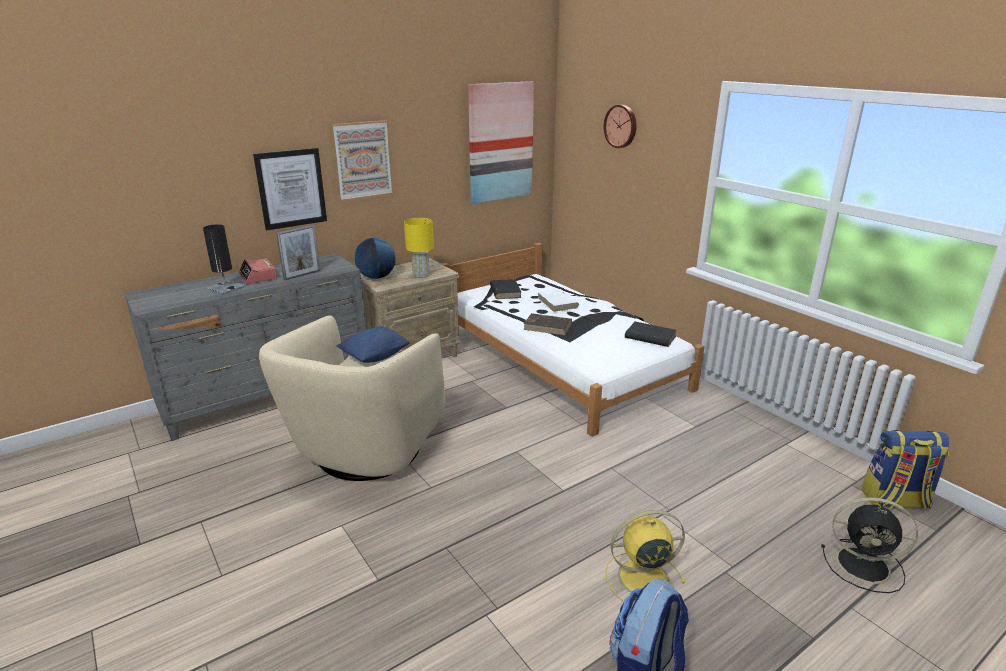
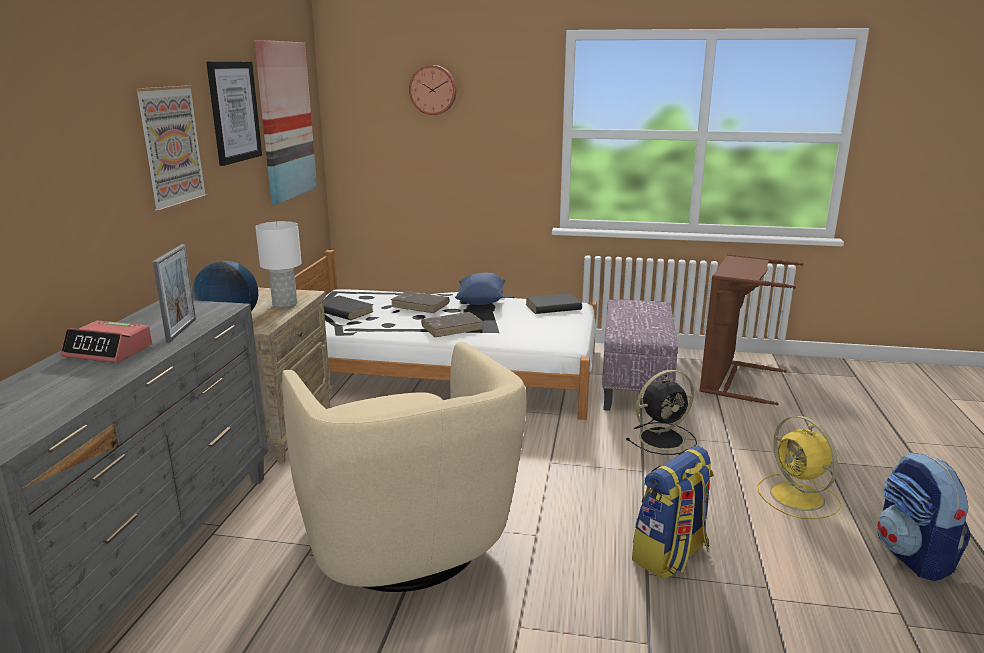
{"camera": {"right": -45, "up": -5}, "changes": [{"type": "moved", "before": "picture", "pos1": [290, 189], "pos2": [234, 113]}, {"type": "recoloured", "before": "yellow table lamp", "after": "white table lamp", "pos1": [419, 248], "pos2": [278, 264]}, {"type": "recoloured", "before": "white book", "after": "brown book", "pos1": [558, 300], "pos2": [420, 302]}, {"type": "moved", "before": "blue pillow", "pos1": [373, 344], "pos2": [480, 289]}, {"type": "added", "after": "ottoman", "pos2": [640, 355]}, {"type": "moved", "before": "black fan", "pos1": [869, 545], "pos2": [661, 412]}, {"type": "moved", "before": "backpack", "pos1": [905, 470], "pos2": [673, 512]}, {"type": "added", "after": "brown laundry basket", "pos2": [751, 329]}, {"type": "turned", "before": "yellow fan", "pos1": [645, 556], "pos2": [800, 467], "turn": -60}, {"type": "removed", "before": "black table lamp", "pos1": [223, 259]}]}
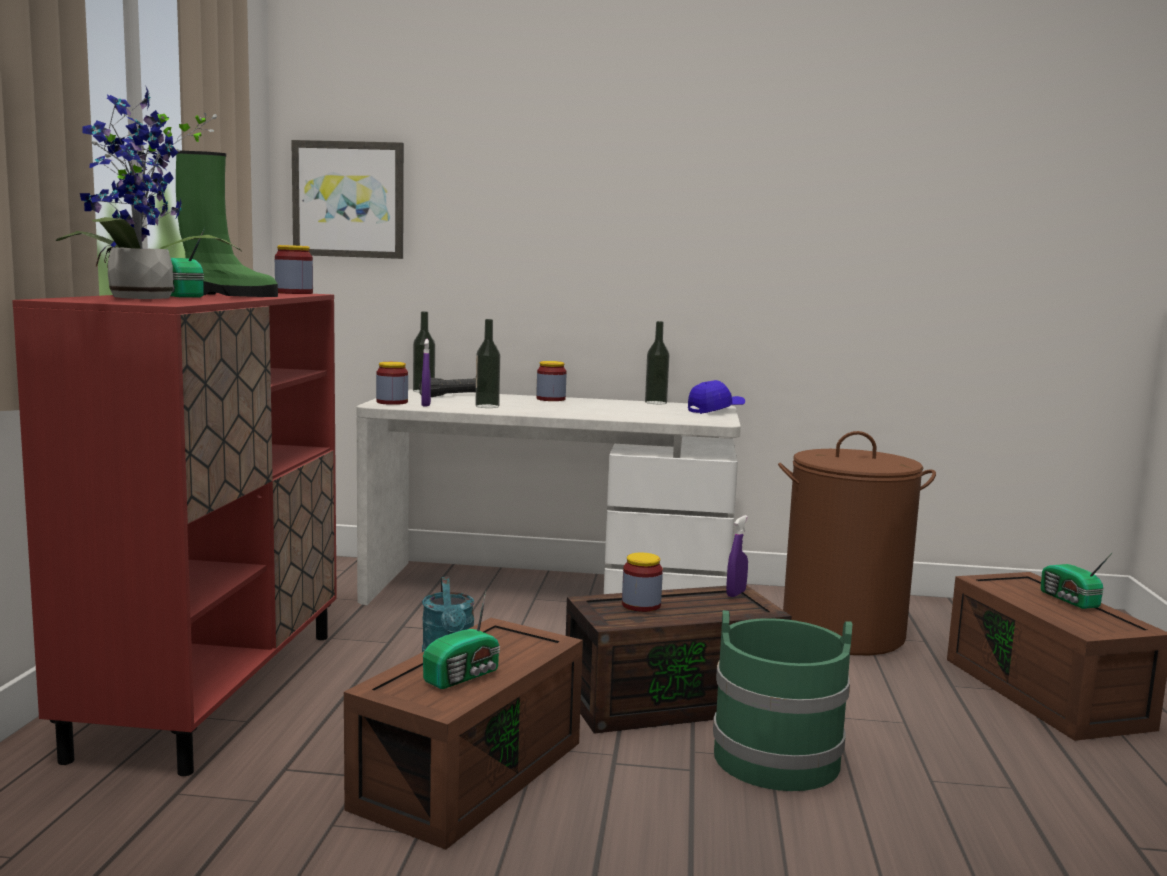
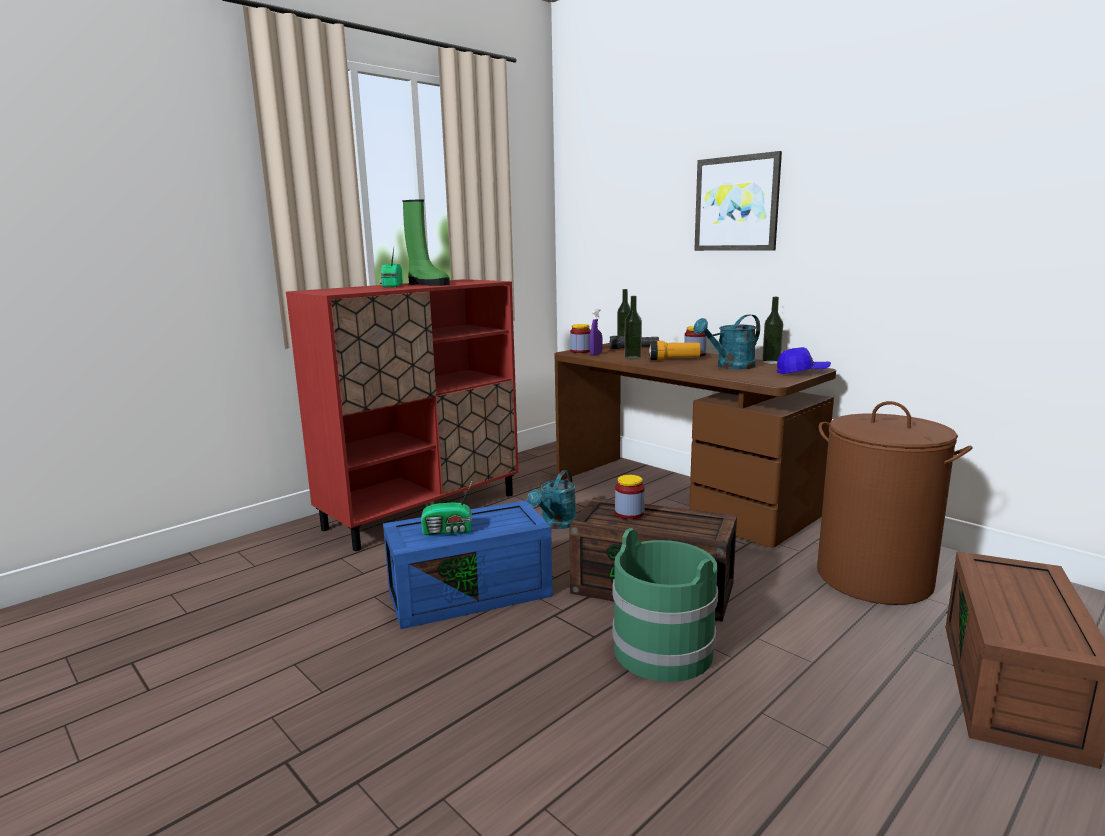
{"camera": {"right": 40, "up": 5}, "changes": [{"type": "recoloured", "before": "brown storage box", "after": "blue storage box", "pos1": [463, 734], "pos2": [468, 564]}, {"type": "recoloured", "before": "white desk", "after": "brown desk", "pos1": [548, 497], "pos2": [695, 445]}, {"type": "added", "after": "flashlight", "pos2": [675, 350]}, {"type": "moved", "before": "picture", "pos1": [347, 199], "pos2": [738, 201]}, {"type": "added", "after": "turquoise watering can", "pos2": [727, 341]}, {"type": "removed", "before": "potted plant", "pos1": [149, 193]}, {"type": "removed", "before": "jar", "pos1": [294, 269]}, {"type": "removed", "before": "purple spray bottle", "pos1": [737, 556]}, {"type": "removed", "before": "radio", "pos1": [1077, 580]}]}
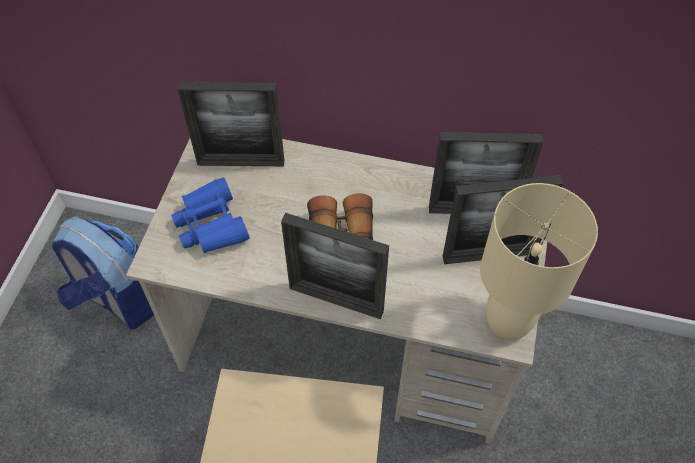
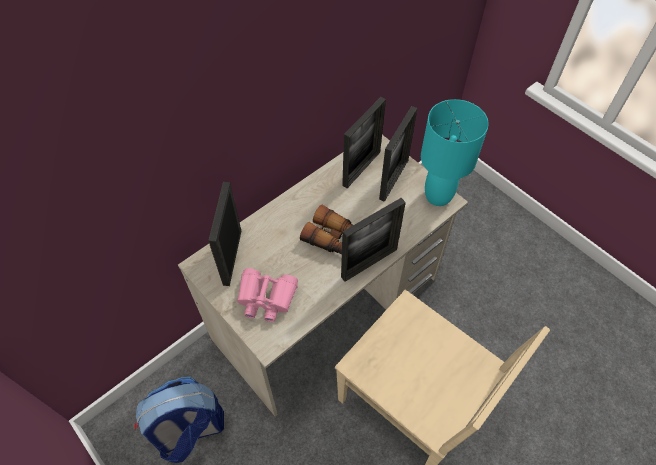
{"camera": {"right": -55, "up": 0}, "changes": [{"type": "turned", "before": "picture frame", "pos1": [231, 124], "pos2": [224, 234], "turn": 150}, {"type": "recoloured", "before": "blue binoculars", "after": "pink binoculars", "pos1": [210, 215], "pos2": [267, 295]}, {"type": "recoloured", "before": "beige table lamp", "after": "turquoise table lamp", "pos1": [539, 261], "pos2": [455, 152]}]}
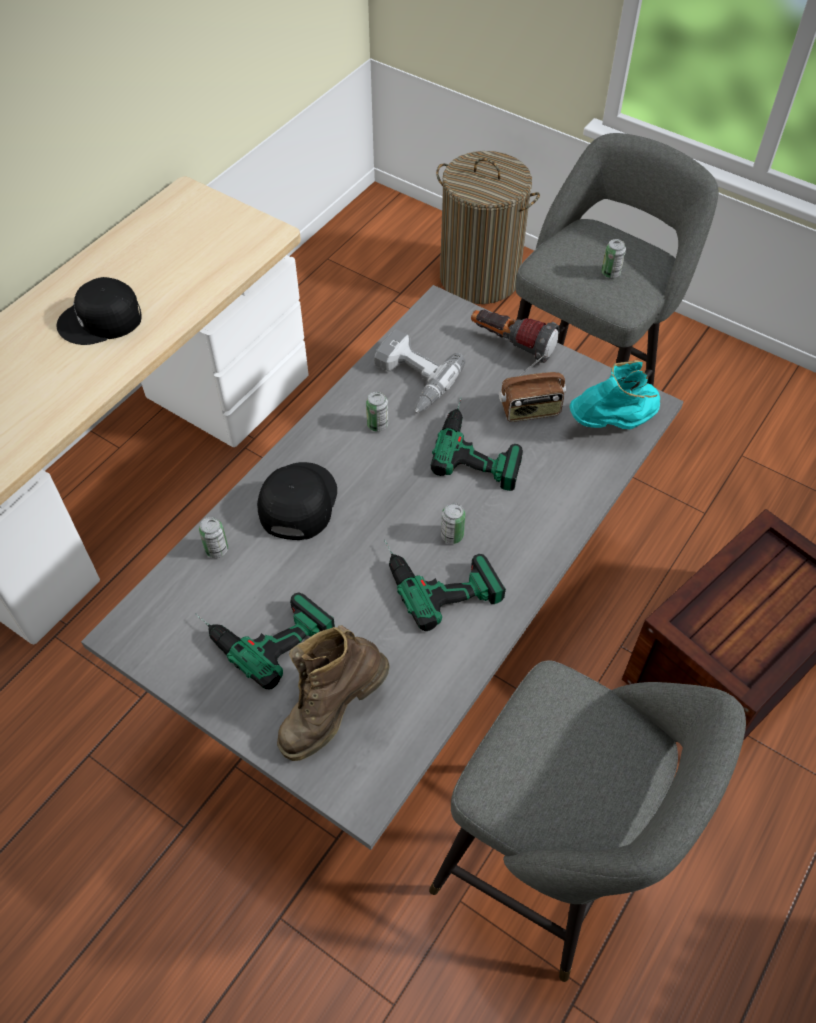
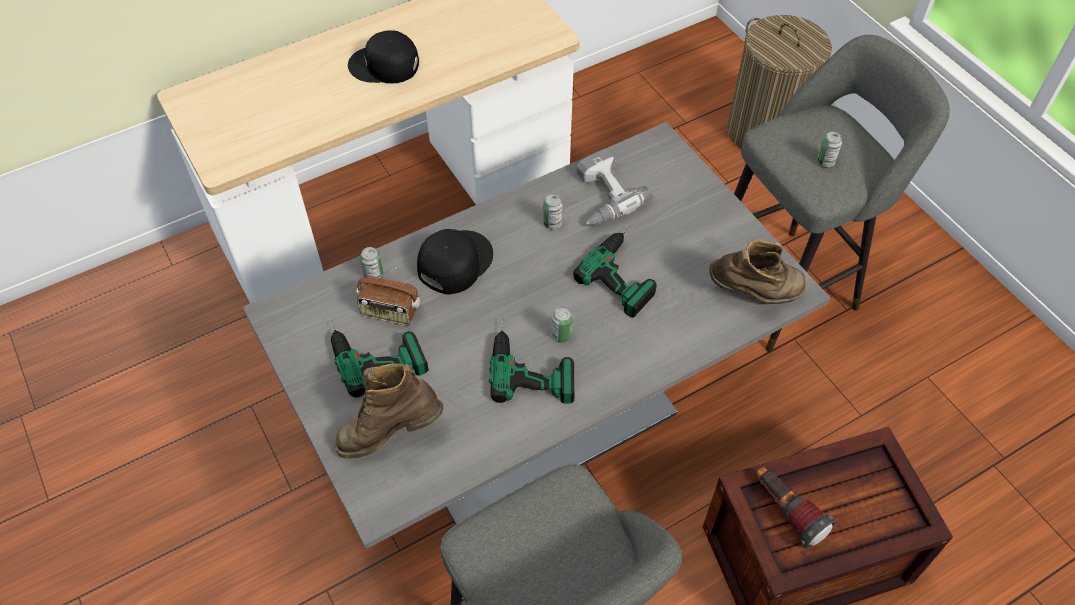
{"camera": {"right": 25, "up": 0}, "changes": [{"type": "moved", "before": "radio", "pos1": [532, 388], "pos2": [388, 296]}, {"type": "recoloured", "before": "turquoise boot", "after": "brown boot", "pos1": [615, 394], "pos2": [757, 271]}, {"type": "moved", "before": "flashlight", "pos1": [515, 336], "pos2": [796, 508]}]}
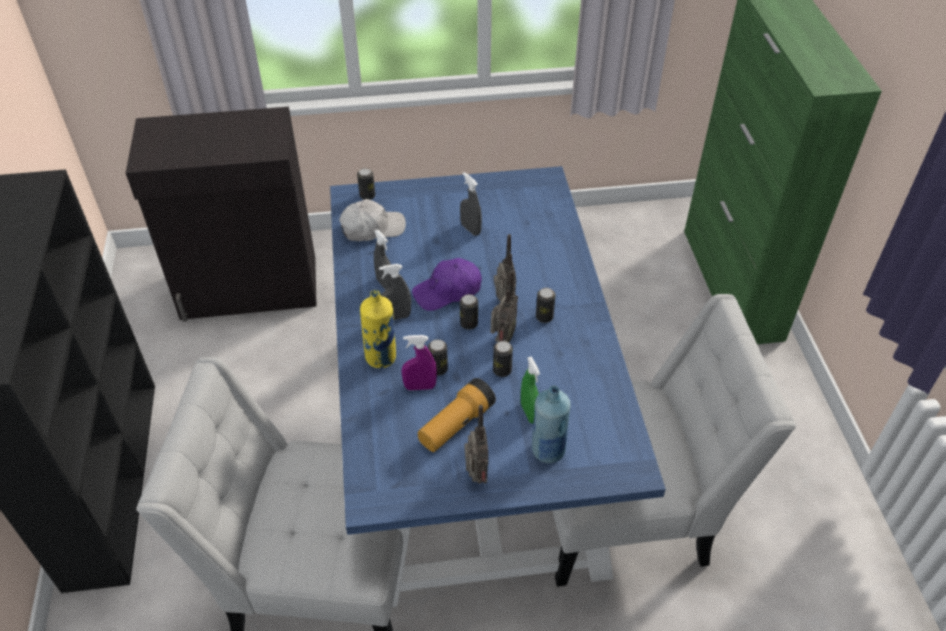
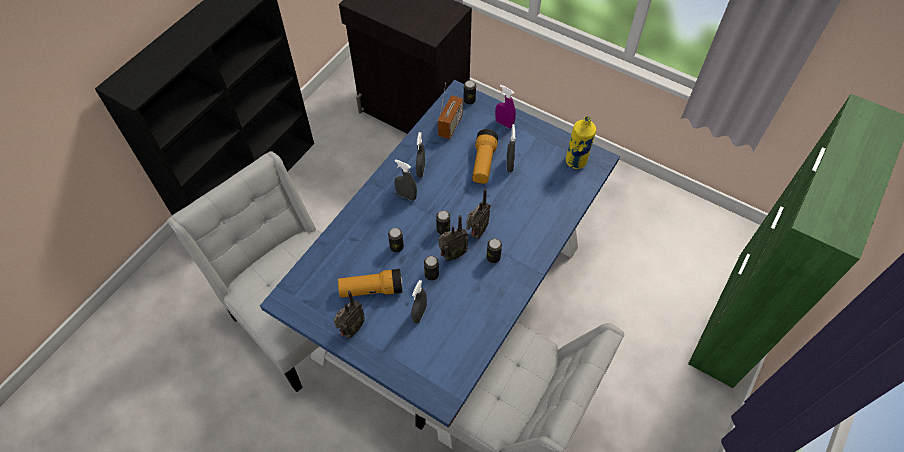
{"camera": {"right": 40, "up": 10}, "changes": [{"type": "recoloured", "before": "green spray bottle", "after": "grey spray bottle", "pos1": [530, 390], "pos2": [419, 301]}, {"type": "replaced", "before": "white cap", "after": "radio", "pos1": [372, 220], "pos2": [450, 111]}, {"type": "added", "after": "flashlight", "pos2": [485, 156]}, {"type": "moved", "before": "purple spray bottle", "pos1": [419, 362], "pos2": [505, 107]}, {"type": "moved", "before": "yellow bottle", "pos1": [378, 329], "pos2": [581, 142]}, {"type": "removed", "before": "purple cap", "pos1": [447, 284]}, {"type": "removed", "before": "blue bottle", "pos1": [551, 424]}]}
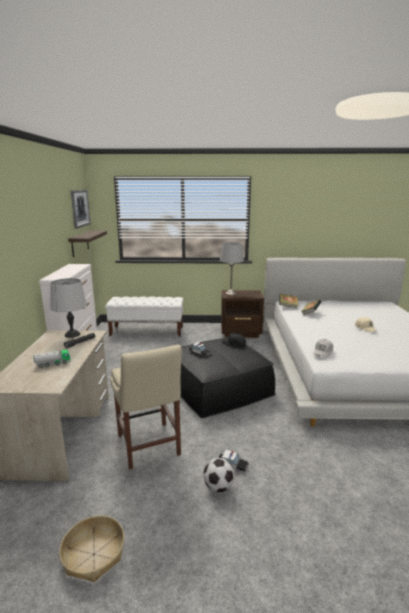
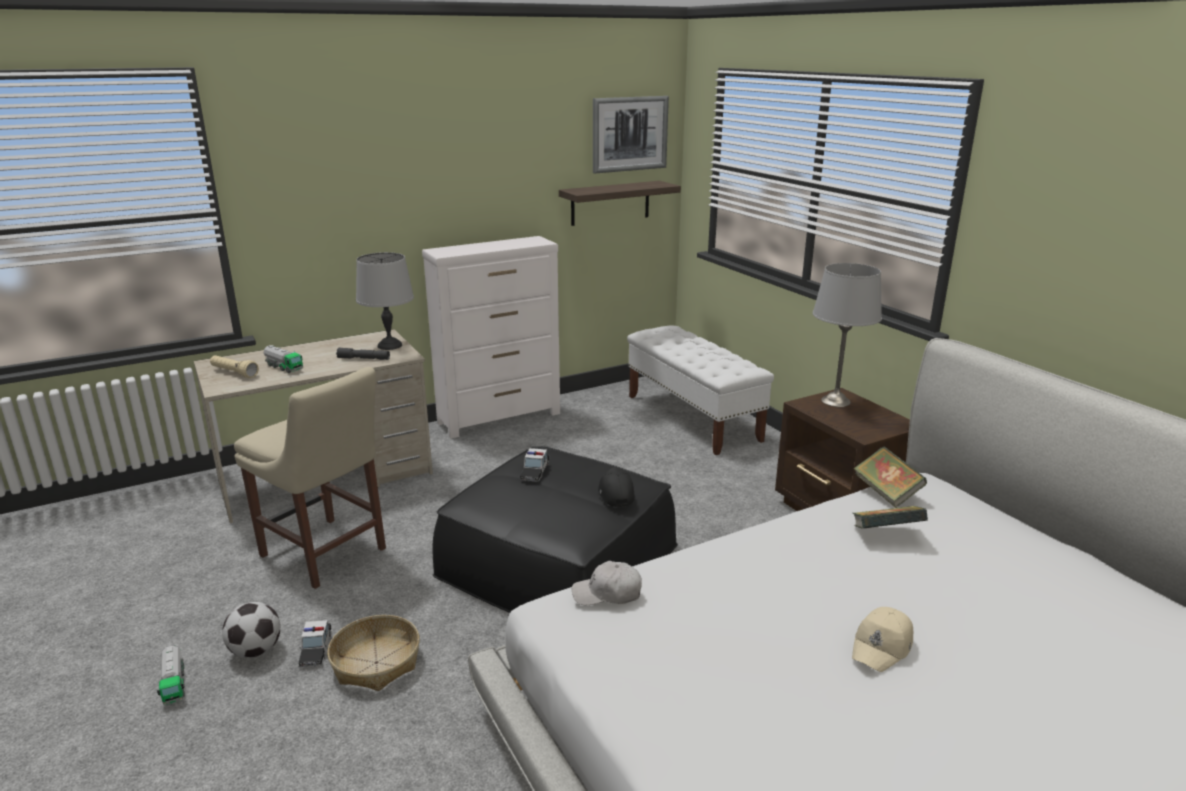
{"camera": {"right": 60, "up": 5}, "changes": [{"type": "added", "after": "toy truck", "pos2": [171, 675]}, {"type": "added", "after": "beige flashlight", "pos2": [234, 366]}, {"type": "turned", "before": "beige chair", "pos1": [146, 407], "pos2": [310, 478], "turn": -90}, {"type": "moved", "before": "basket", "pos1": [91, 548], "pos2": [373, 653]}]}
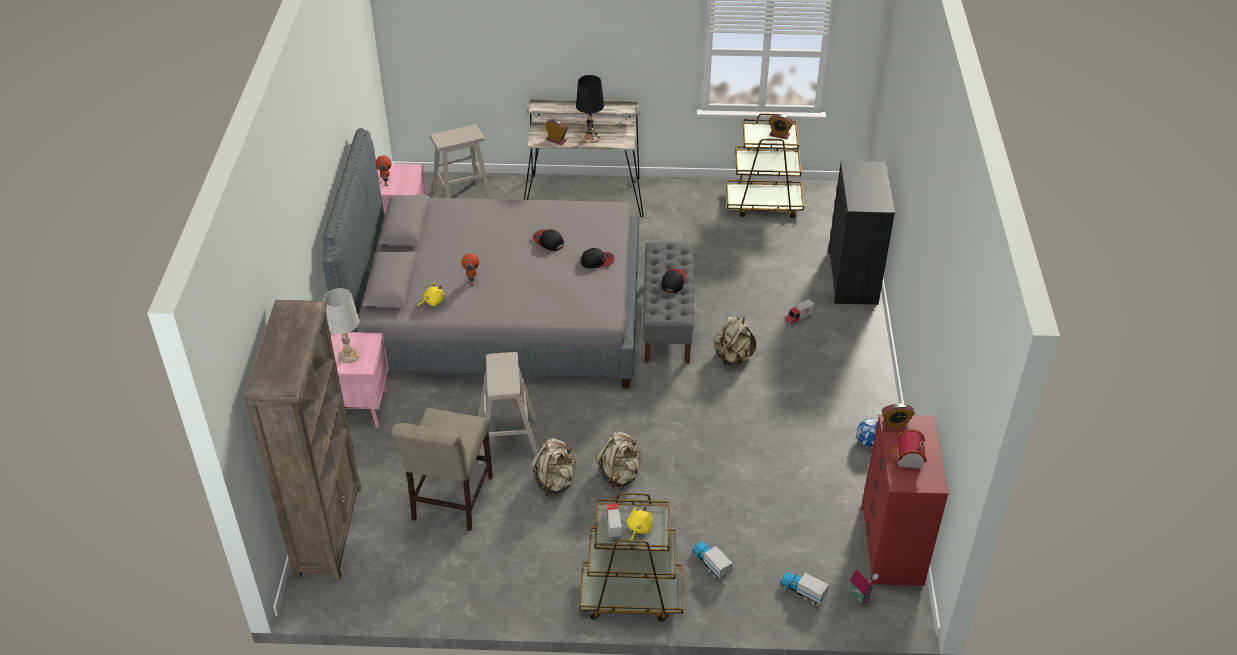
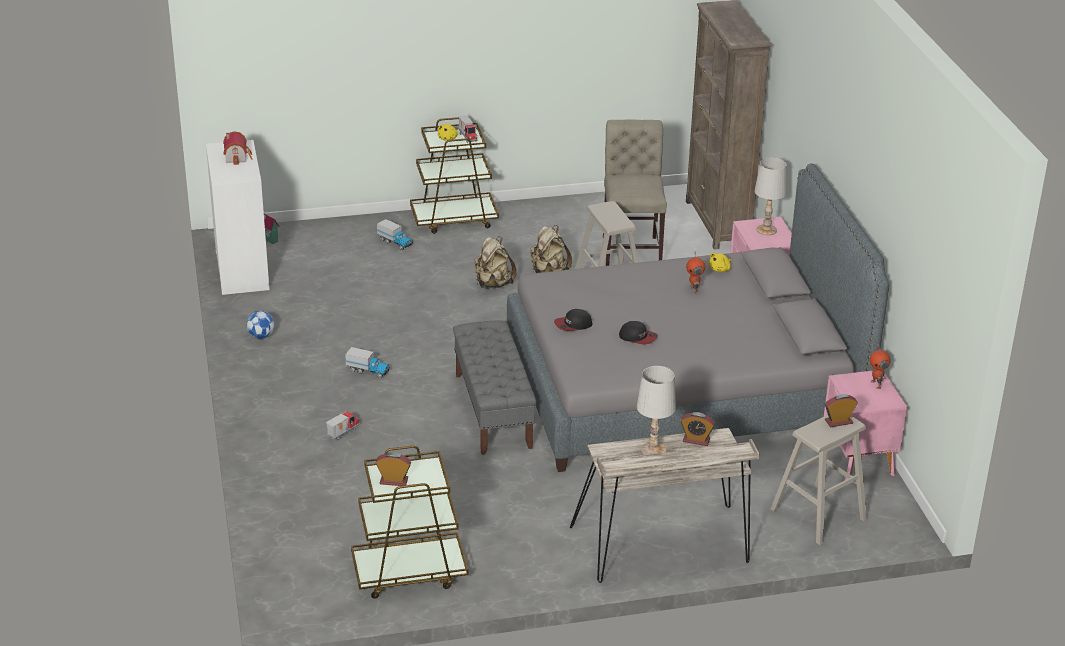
{"camera": {"right": 165, "up": -10}, "changes": [{"type": "recoloured", "before": "red dresser", "after": "white dresser", "pos1": [905, 500], "pos2": [238, 217]}, {"type": "moved", "before": "toy truck", "pos1": [804, 588], "pos2": [367, 362]}, {"type": "recoloured", "before": "black table lamp", "after": "white table lamp", "pos1": [590, 109], "pos2": [656, 410]}, {"type": "moved", "before": "alarm clock", "pos1": [898, 417], "pos2": [841, 410]}, {"type": "removed", "before": "cap", "pos1": [674, 280]}, {"type": "removed", "before": "beige backpack", "pos1": [735, 341]}, {"type": "removed", "before": "black dresser", "pos1": [861, 233]}]}
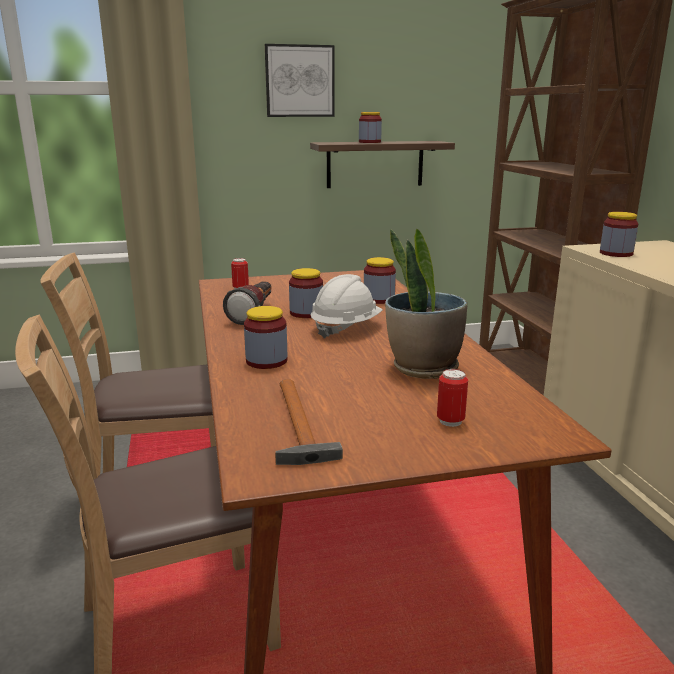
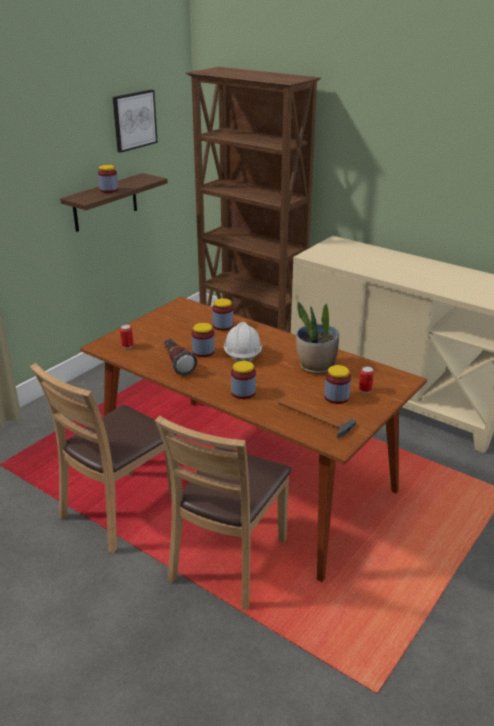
{"camera": {"right": -40, "up": 10}, "changes": [{"type": "moved", "before": "picture", "pos1": [300, 80], "pos2": [135, 121]}, {"type": "moved", "before": "jar", "pos1": [619, 234], "pos2": [337, 384]}]}
